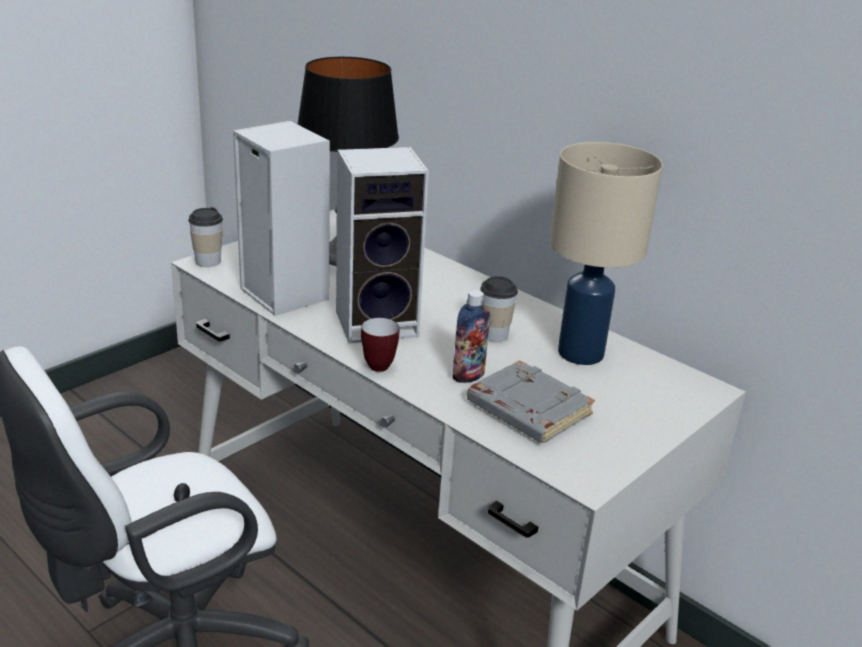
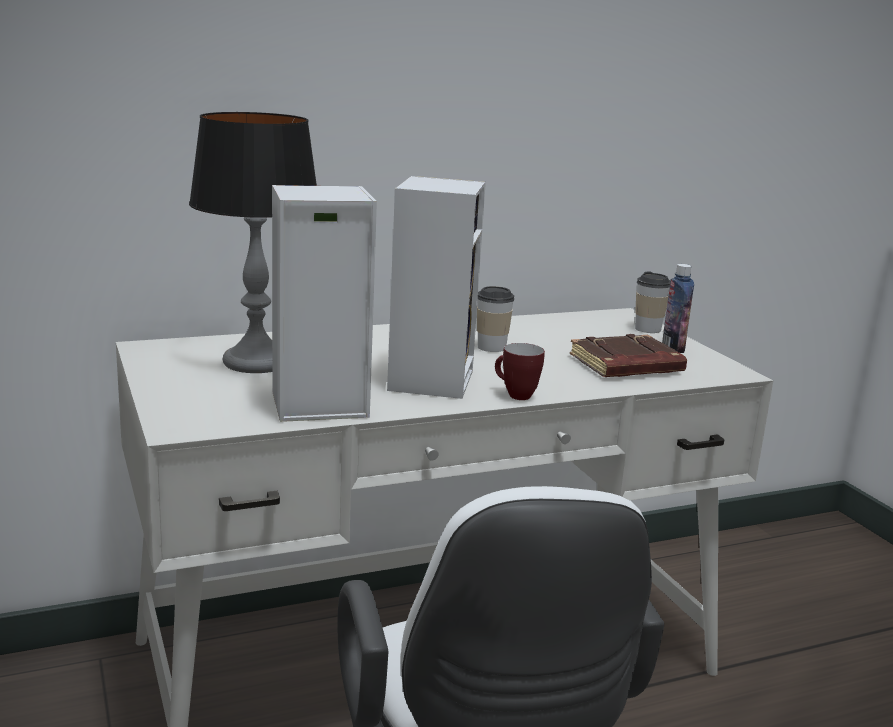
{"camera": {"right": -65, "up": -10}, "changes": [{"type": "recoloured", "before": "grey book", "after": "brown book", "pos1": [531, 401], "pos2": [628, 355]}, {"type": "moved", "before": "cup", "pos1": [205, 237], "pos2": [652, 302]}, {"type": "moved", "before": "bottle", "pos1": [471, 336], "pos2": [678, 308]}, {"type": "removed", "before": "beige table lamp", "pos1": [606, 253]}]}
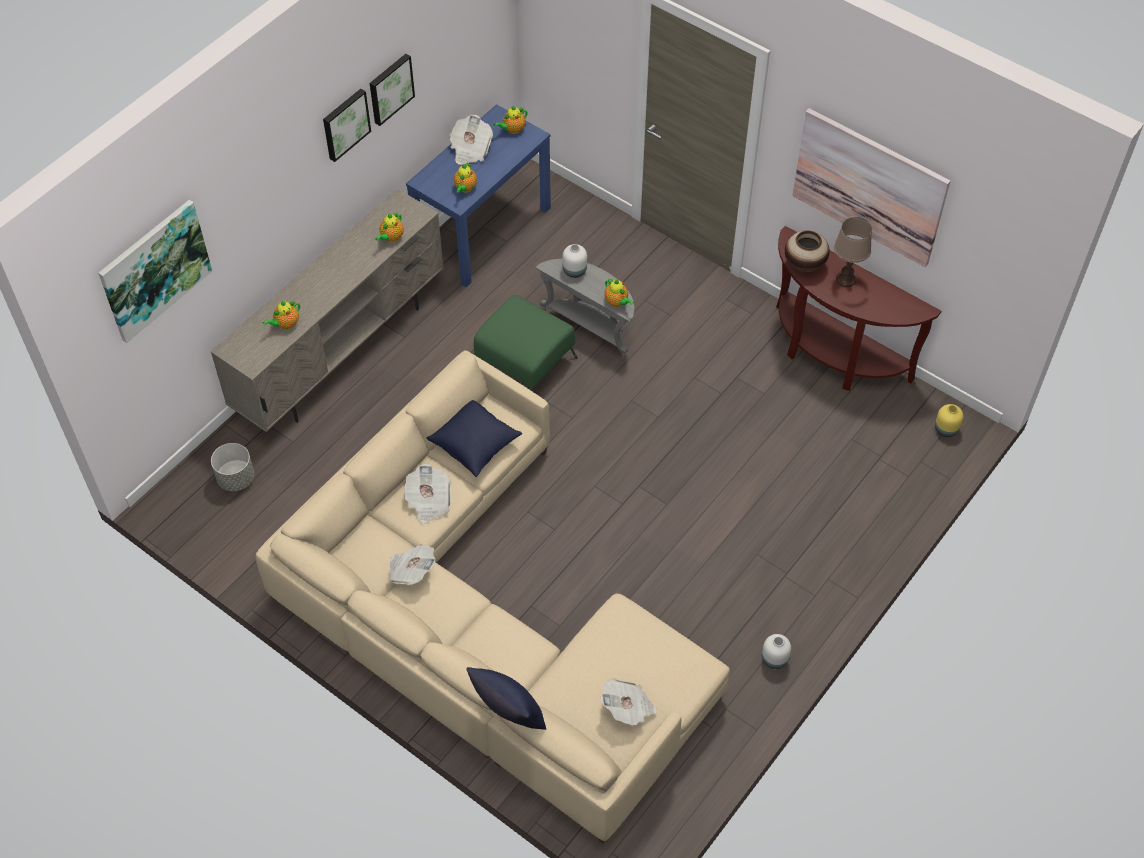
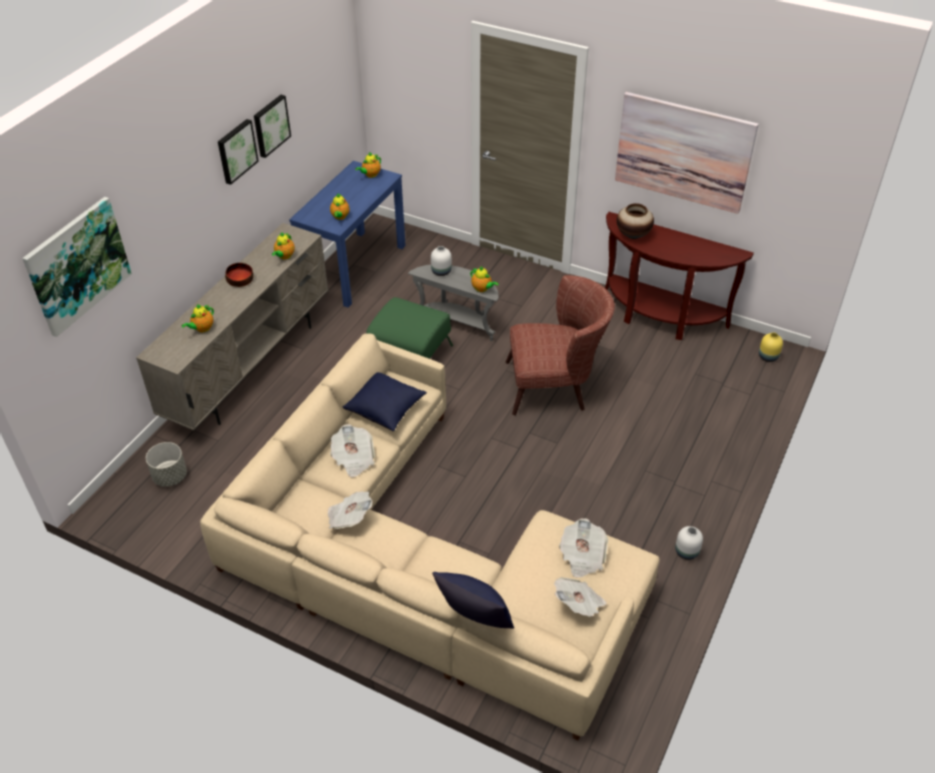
{"camera": {"right": -10, "up": -10}, "changes": [{"type": "added", "after": "bowl", "pos2": [239, 275]}, {"type": "added", "after": "brown armchair", "pos2": [560, 345]}, {"type": "moved", "before": "newspaper", "pos1": [471, 140], "pos2": [583, 548]}, {"type": "removed", "before": "brown table lamp", "pos1": [853, 252]}]}
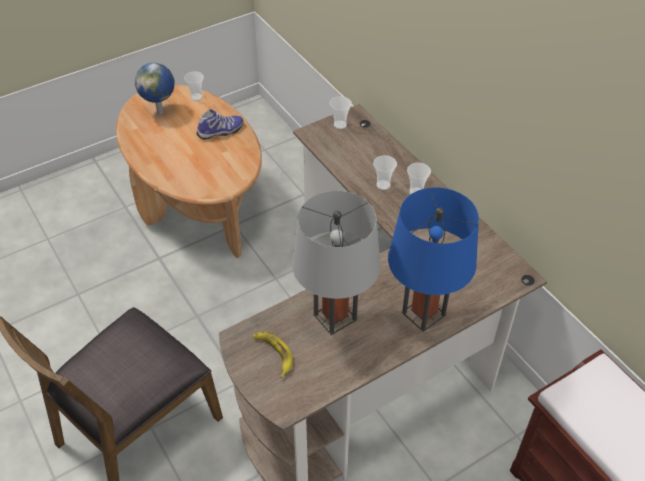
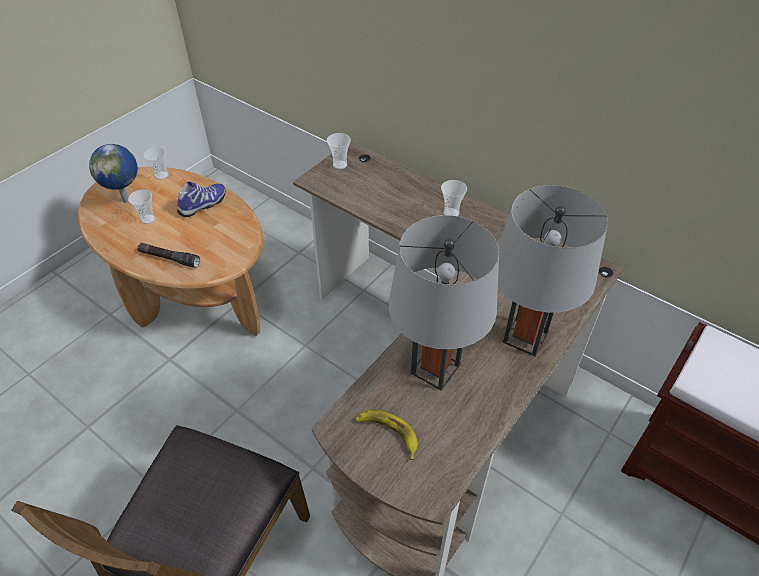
{"camera": {"right": -20, "up": 0}, "changes": [{"type": "moved", "before": "cup", "pos1": [385, 172], "pos2": [141, 207]}, {"type": "added", "after": "black flashlight", "pos2": [168, 255]}, {"type": "recoloured", "before": "blue table lamp", "after": "grey table lamp", "pos1": [433, 259], "pos2": [553, 271]}]}
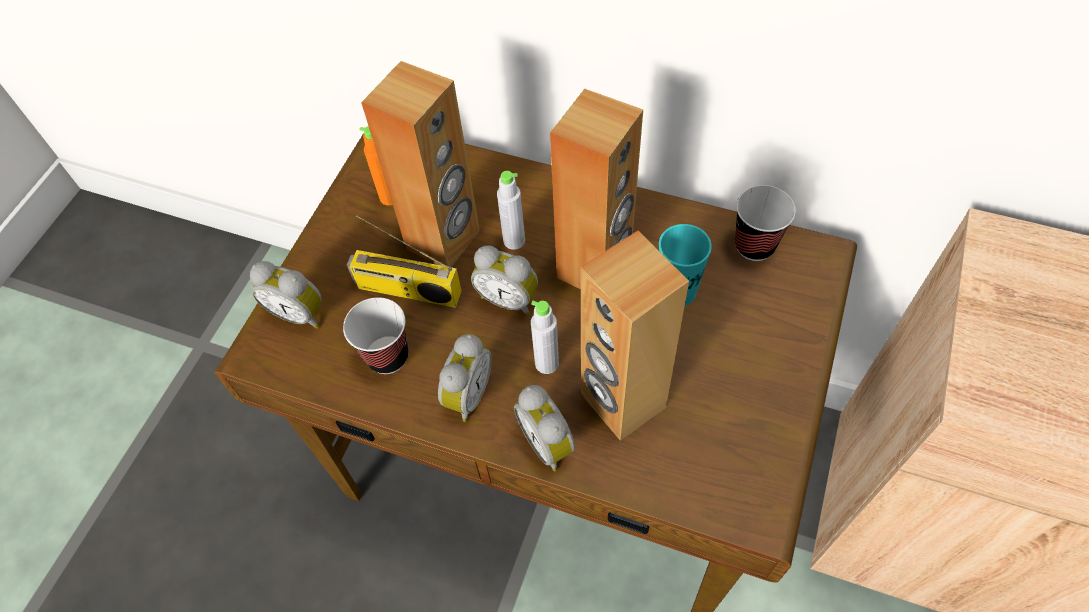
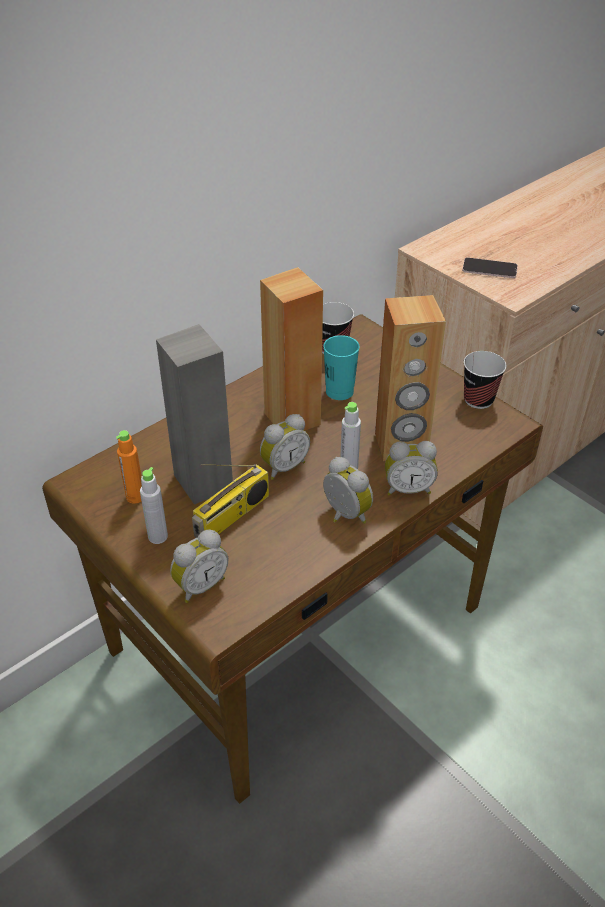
{"camera": {"right": -65, "up": -15}, "changes": [{"type": "moved", "before": "grey bottle", "pos1": [511, 210], "pos2": [154, 505]}, {"type": "recoloured", "before": "brown speaker", "after": "grey speaker", "pos1": [420, 164], "pos2": [194, 414]}, {"type": "added", "after": "phone", "pos2": [490, 268]}, {"type": "moved", "before": "cup", "pos1": [376, 335], "pos2": [485, 380]}]}
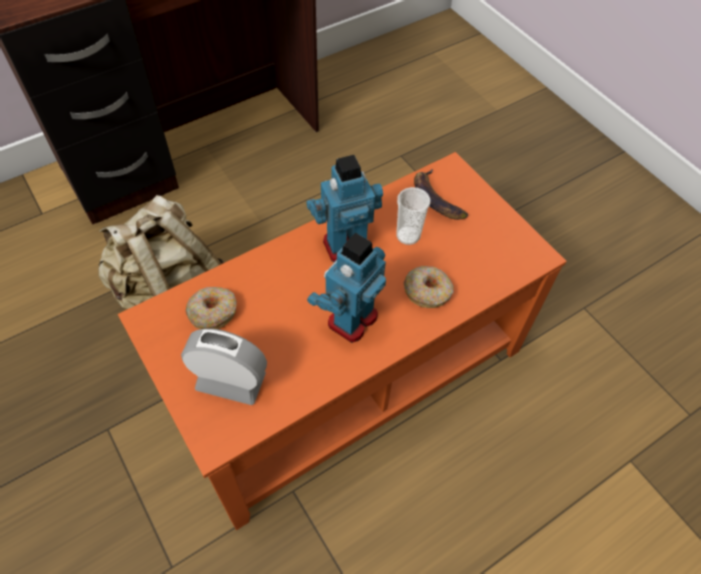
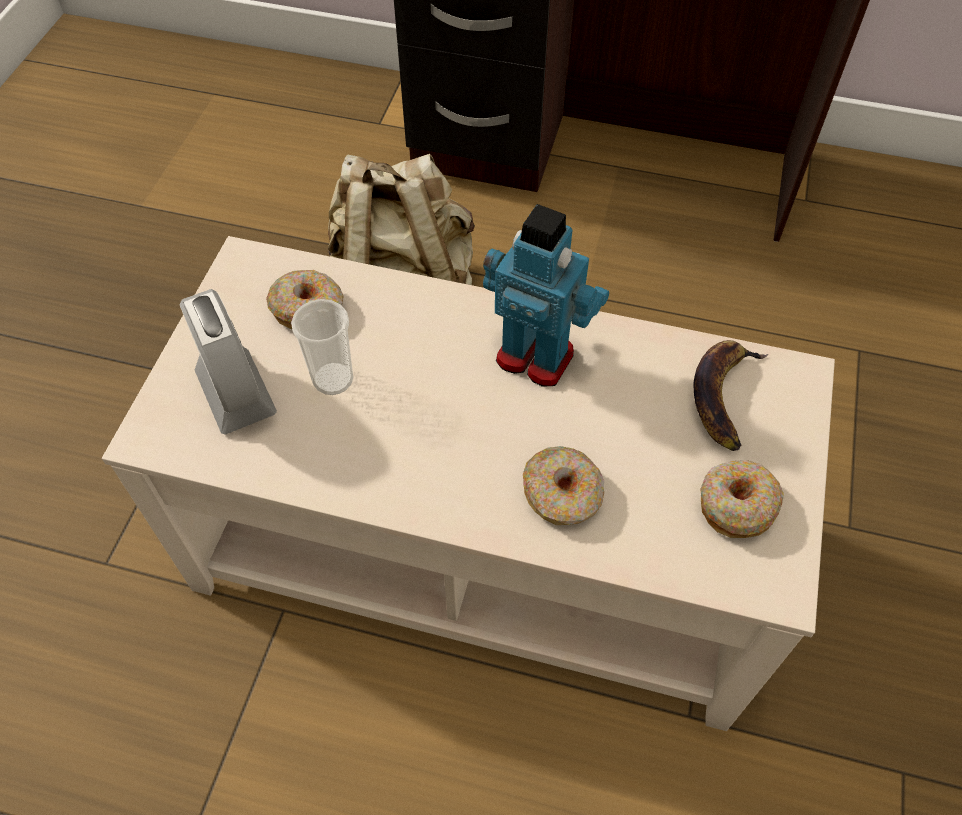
{"camera": {"right": 50, "up": 0}, "changes": [{"type": "recoloured", "before": "orange coffee table", "after": "beige coffee table", "pos1": [342, 341], "pos2": [468, 483]}, {"type": "moved", "before": "cup", "pos1": [413, 216], "pos2": [322, 347]}, {"type": "added", "after": "donut", "pos2": [742, 499]}, {"type": "removed", "before": "toy robot", "pos1": [346, 288]}]}
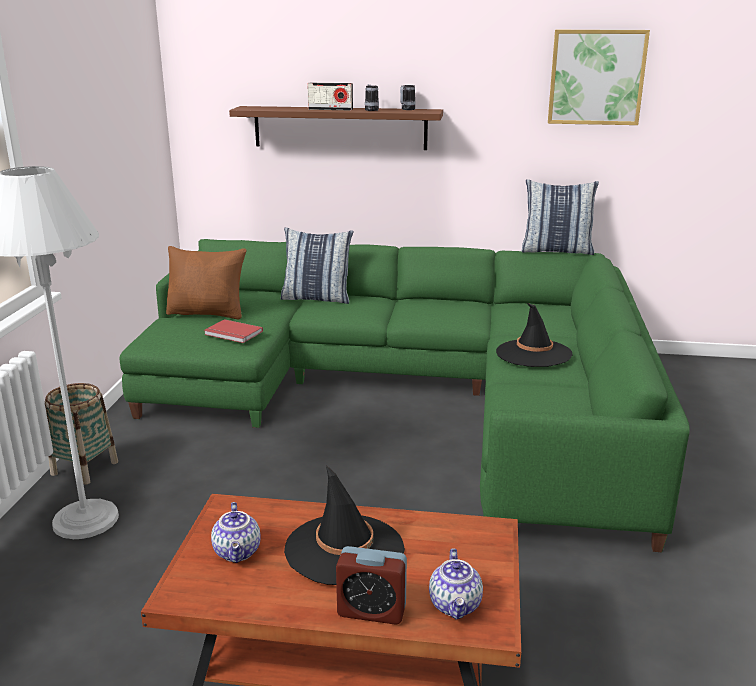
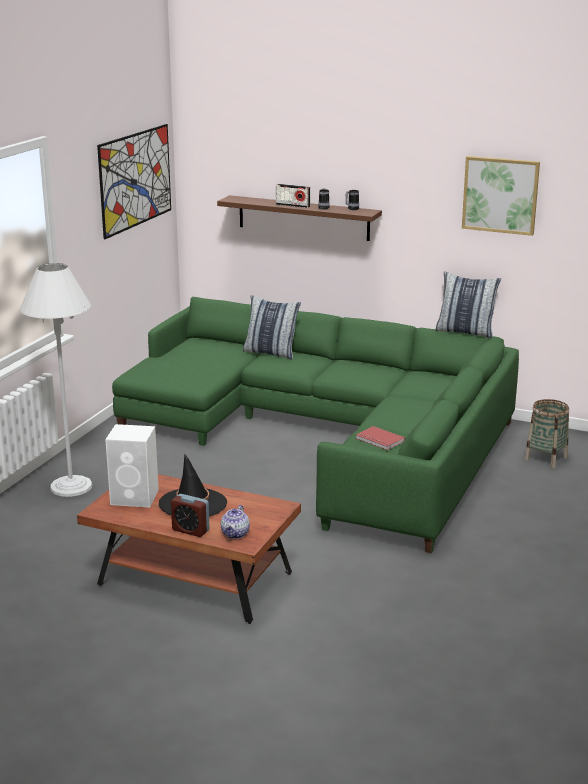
{"camera": {"right": 15, "up": 0}, "changes": [{"type": "added", "after": "picture", "pos2": [134, 181]}, {"type": "replaced", "before": "teapot", "after": "white speaker", "pos1": [236, 532], "pos2": [132, 465]}, {"type": "moved", "before": "red book", "pos1": [233, 331], "pos2": [380, 438]}, {"type": "moved", "before": "basket", "pos1": [81, 434], "pos2": [547, 433]}, {"type": "removed", "before": "brown pillow", "pos1": [206, 282]}, {"type": "removed", "before": "black hat", "pos1": [534, 335]}]}
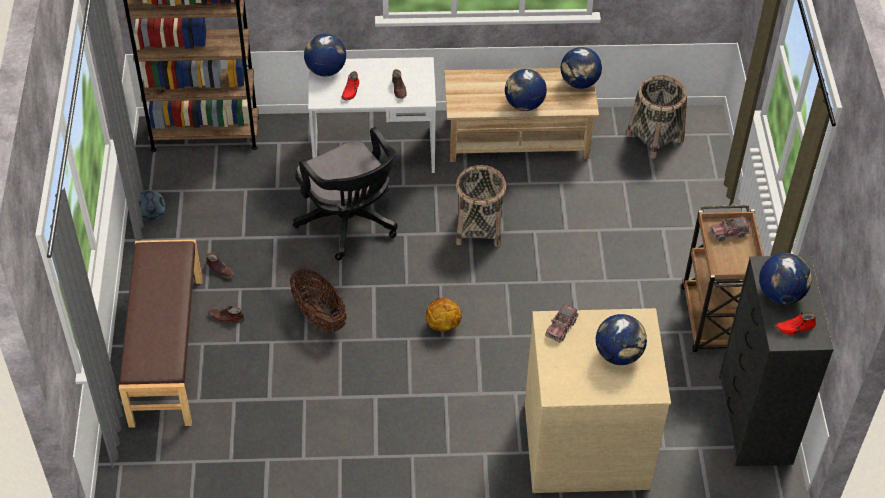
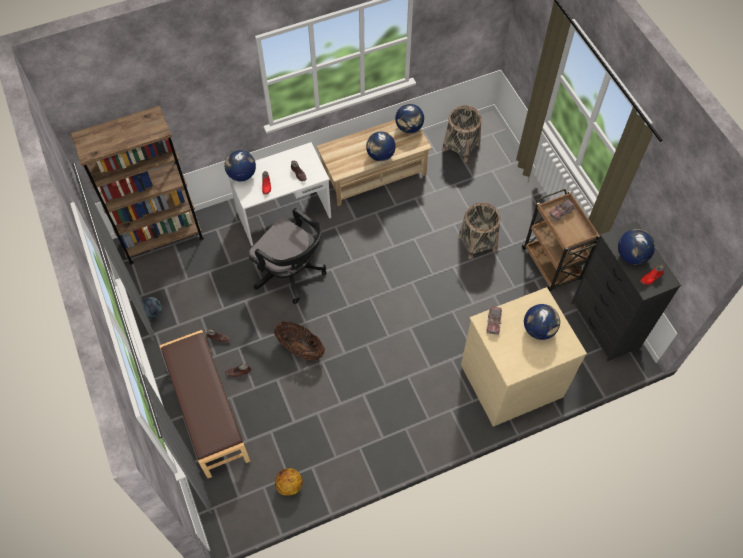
{"camera": {"right": -20, "up": 10}, "changes": [{"type": "moved", "before": "basketball", "pos1": [444, 315], "pos2": [289, 482]}, {"type": "moved", "before": "basket", "pos1": [481, 206], "pos2": [479, 231]}]}
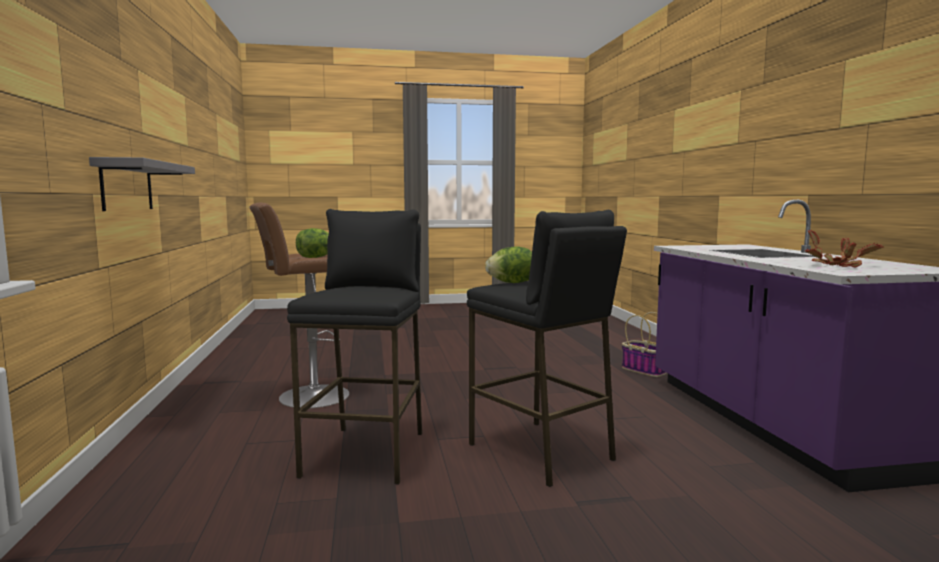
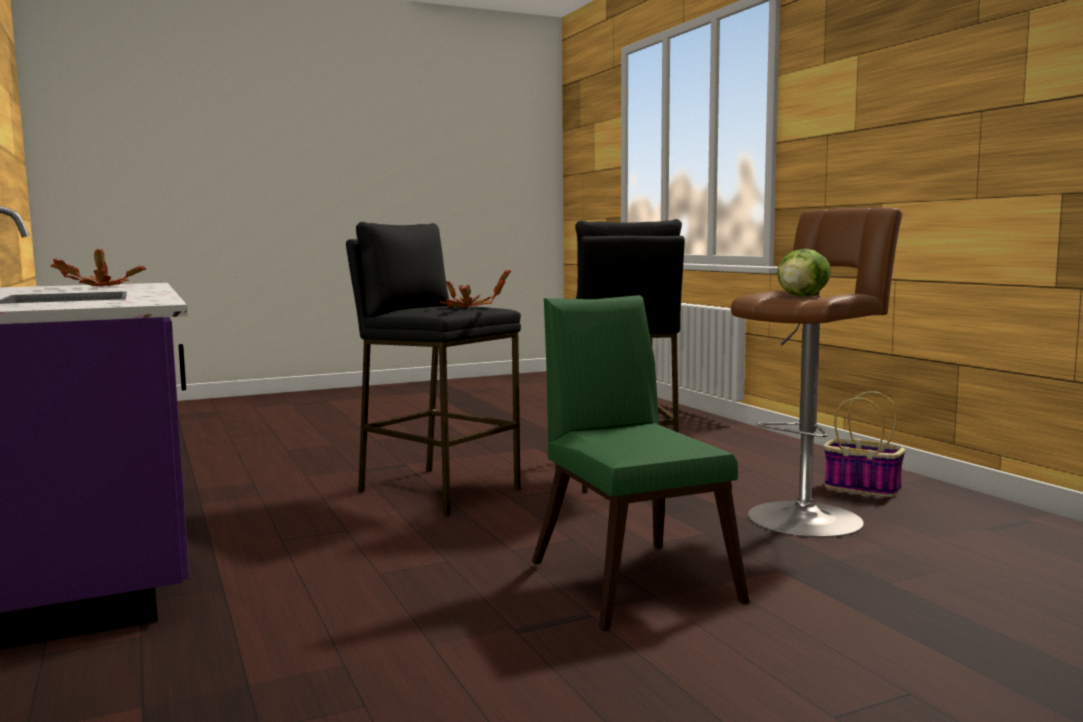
{"camera": {"right": 165, "up": 0}, "changes": [{"type": "replaced", "before": "lettuce", "after": "potted plant", "pos1": [508, 265], "pos2": [475, 288]}, {"type": "added", "after": "green chair", "pos2": [641, 463]}, {"type": "moved", "before": "basket", "pos1": [644, 344], "pos2": [864, 444]}, {"type": "removed", "before": "grey shelf", "pos1": [142, 184]}]}
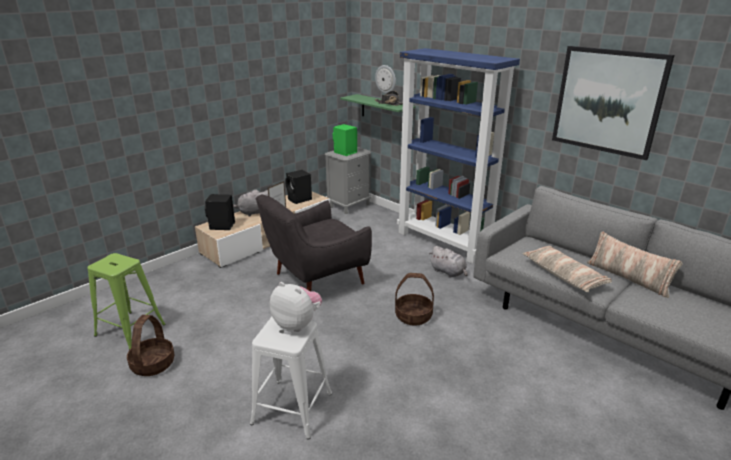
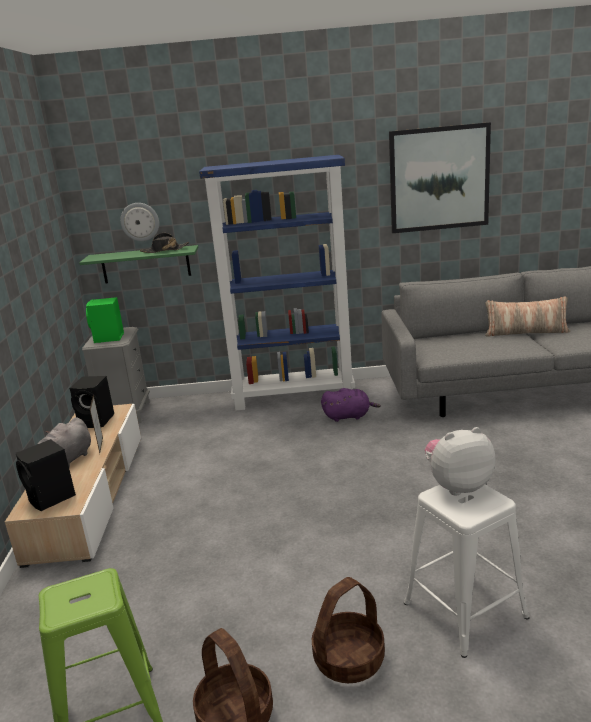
{"camera": {"right": -45, "up": -5}, "changes": [{"type": "moved", "before": "basket", "pos1": [414, 299], "pos2": [348, 630]}, {"type": "recoloured", "before": "grey plush toy", "after": "purple plush toy", "pos1": [448, 262], "pos2": [351, 405]}, {"type": "removed", "before": "grey armchair", "pos1": [314, 243]}, {"type": "removed", "before": "pillow", "pos1": [567, 269]}]}
